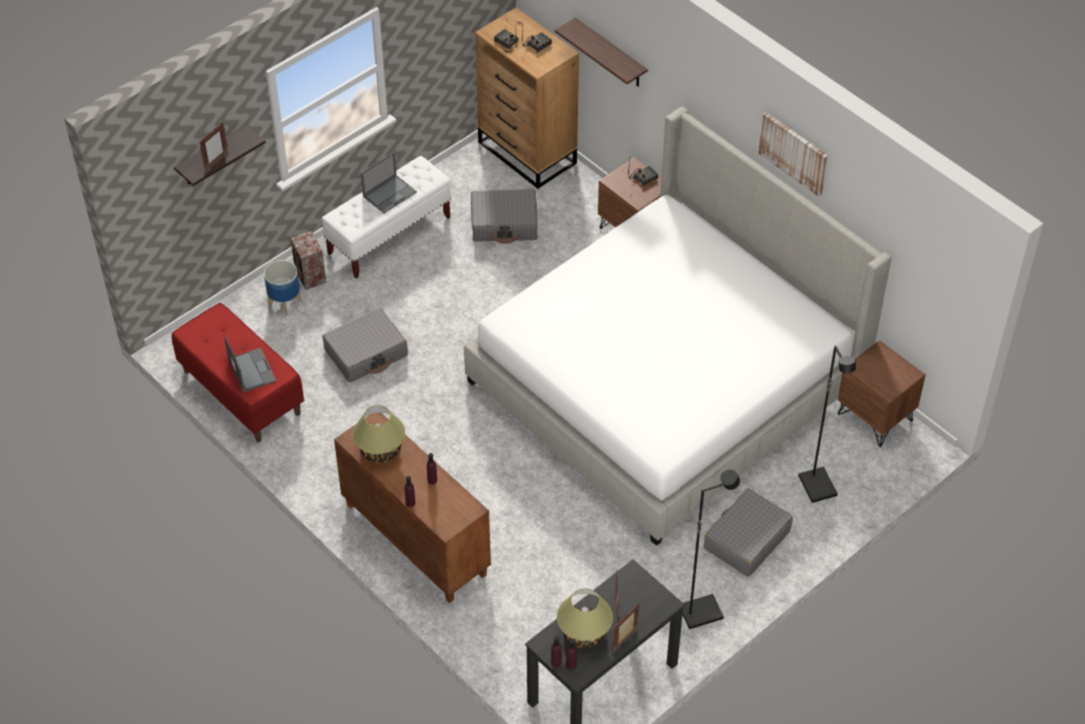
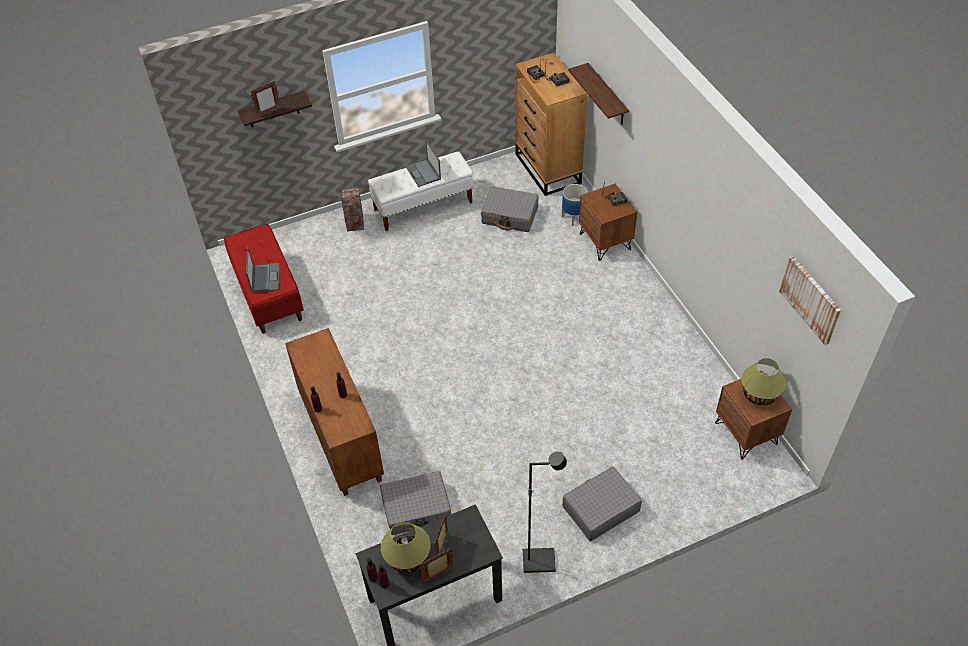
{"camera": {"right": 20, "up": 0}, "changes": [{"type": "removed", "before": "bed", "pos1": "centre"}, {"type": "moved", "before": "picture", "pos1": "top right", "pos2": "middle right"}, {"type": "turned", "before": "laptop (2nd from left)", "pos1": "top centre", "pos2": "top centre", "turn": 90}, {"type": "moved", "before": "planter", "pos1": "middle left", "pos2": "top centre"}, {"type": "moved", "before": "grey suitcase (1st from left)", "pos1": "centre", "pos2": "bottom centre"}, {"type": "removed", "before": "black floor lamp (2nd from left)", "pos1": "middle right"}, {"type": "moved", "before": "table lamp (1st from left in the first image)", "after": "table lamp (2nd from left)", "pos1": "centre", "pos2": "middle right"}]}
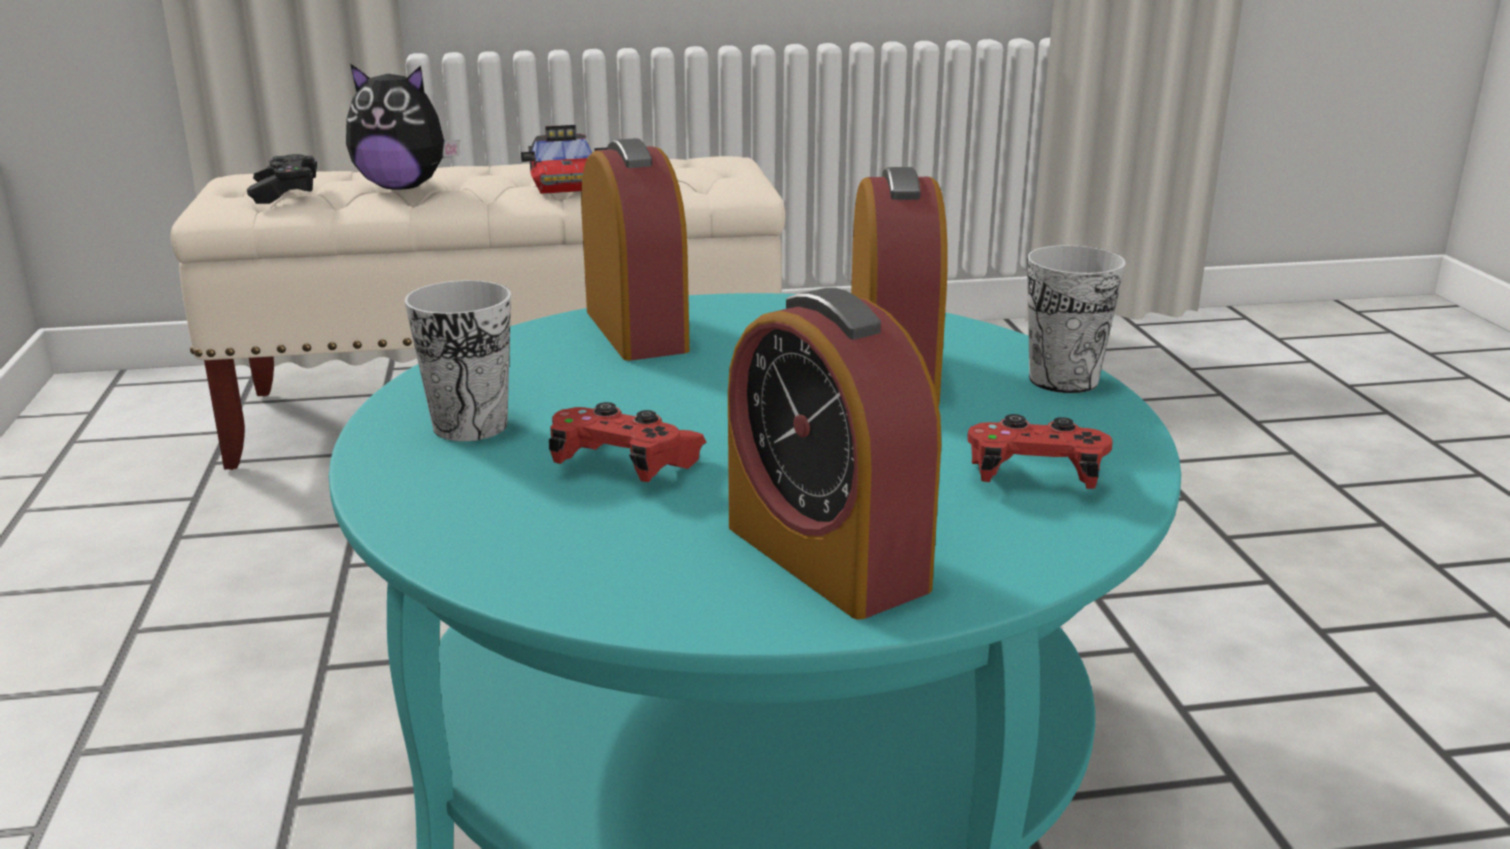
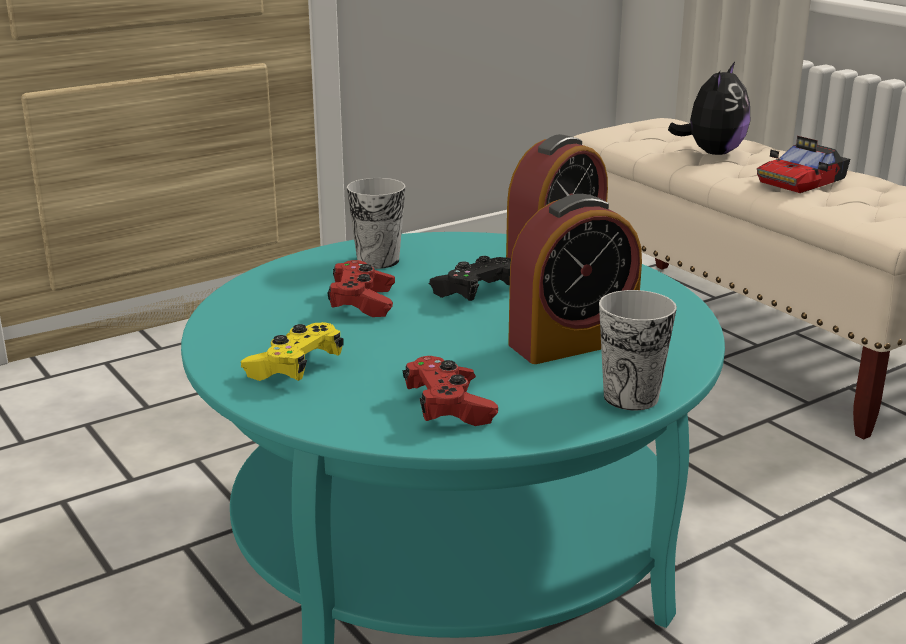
{"camera": {"right": 65, "up": 0}, "changes": [{"type": "turned", "before": "plush toy", "pos1": "top left", "pos2": "top right", "turn": -135}, {"type": "moved", "before": "black game controller", "pos1": "top left", "pos2": "centre"}, {"type": "replaced", "before": "alarm clock (2nd from left)", "after": "yellow game controller", "pos1": "centre", "pos2": "middle left"}]}
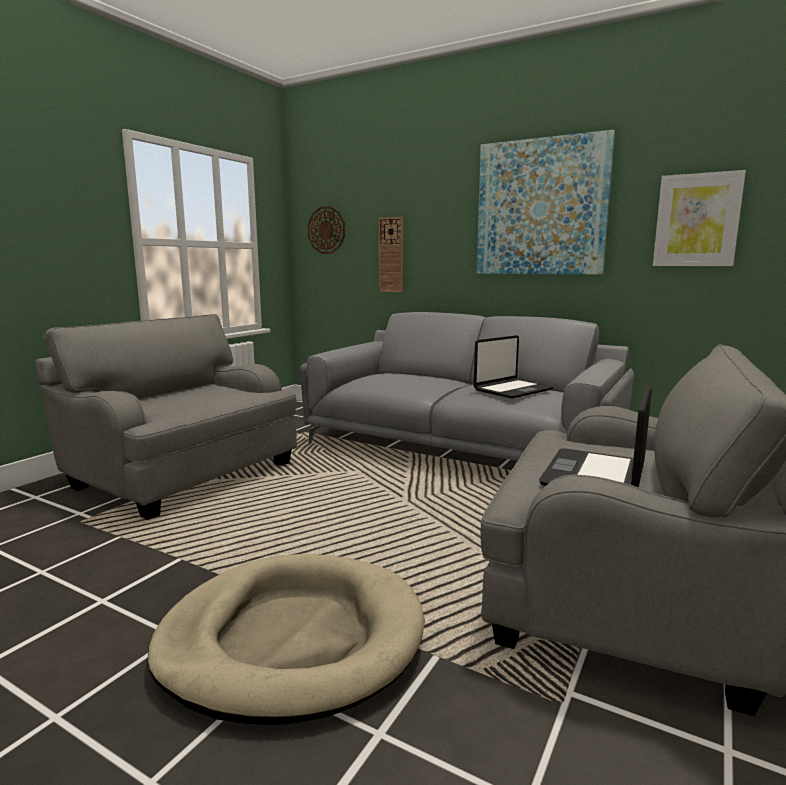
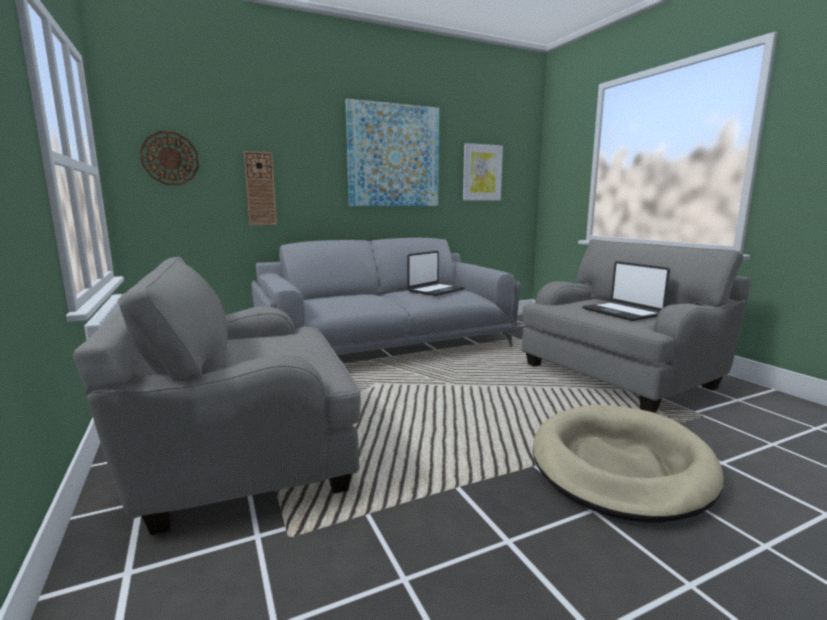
{"camera": {"right": -55, "up": 0}, "changes": [{"type": "turned", "before": "laptop (1st from left)", "pos1": "centre", "pos2": "centre", "turn": 45}]}
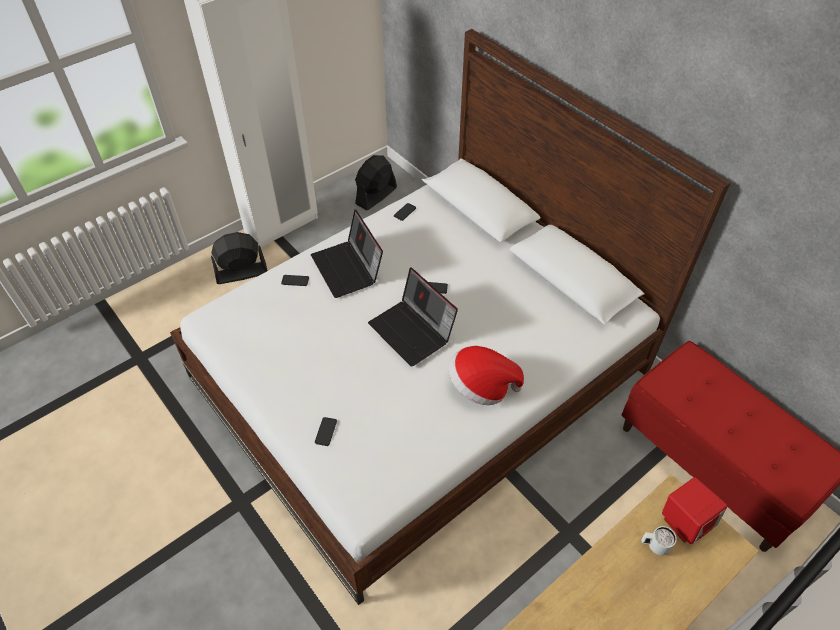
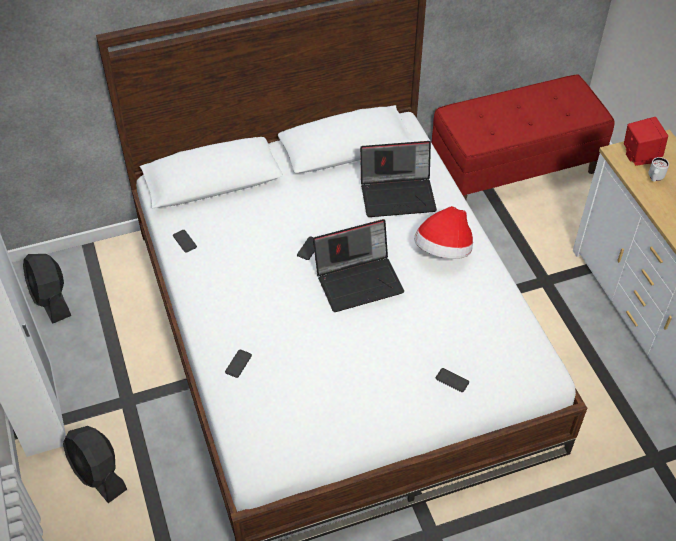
{"camera": {"right": -70, "up": 0}, "changes": [{"type": "moved", "before": "laptop (1st from left in the first image)", "after": "laptop (2nd from left)", "pos1": "centre", "pos2": "top centre"}, {"type": "turned", "before": "black fan (1st from left in the first image)", "pos1": "middle left", "pos2": "bottom left", "turn": -45}]}
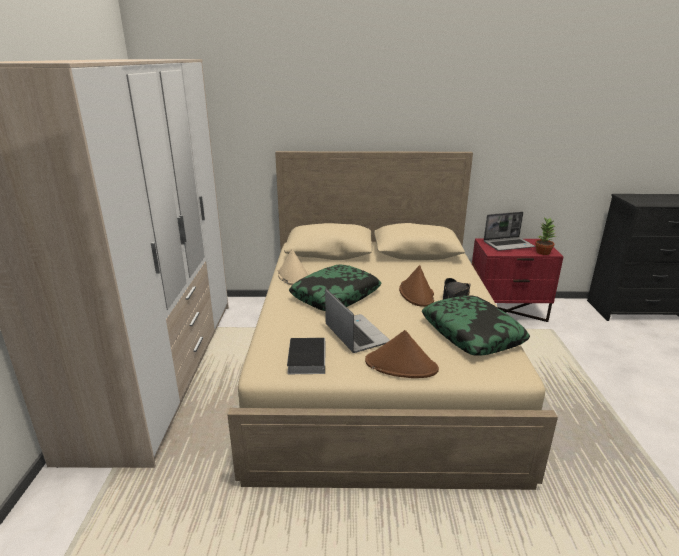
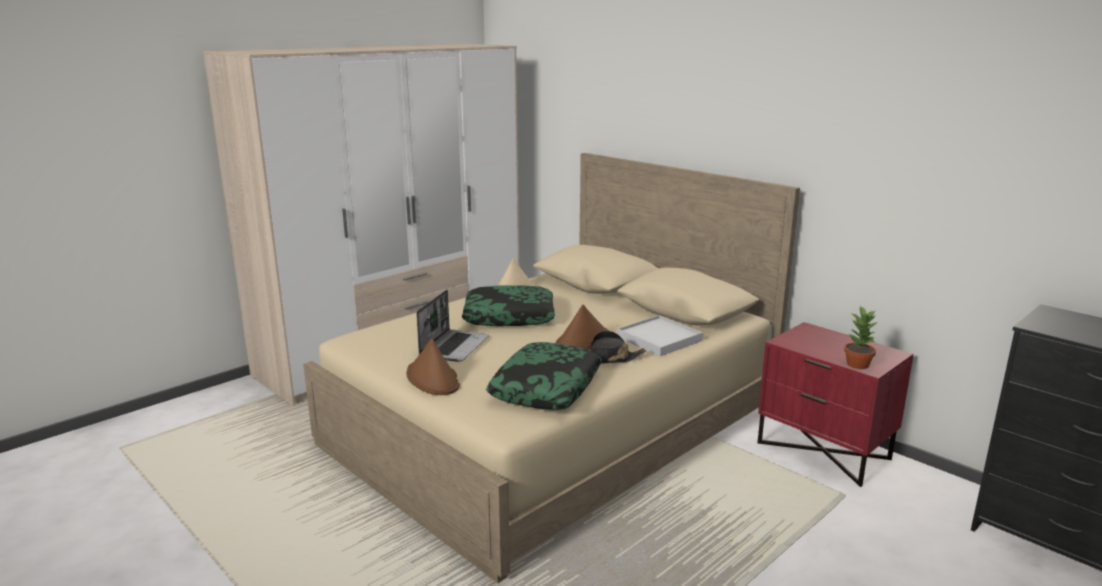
{"camera": {"right": 45, "up": -5}, "changes": [{"type": "removed", "before": "laptop (2nd from left)", "pos1": "middle right"}, {"type": "removed", "before": "book", "pos1": "centre"}, {"type": "added", "after": "white tray", "pos2": "centre"}]}
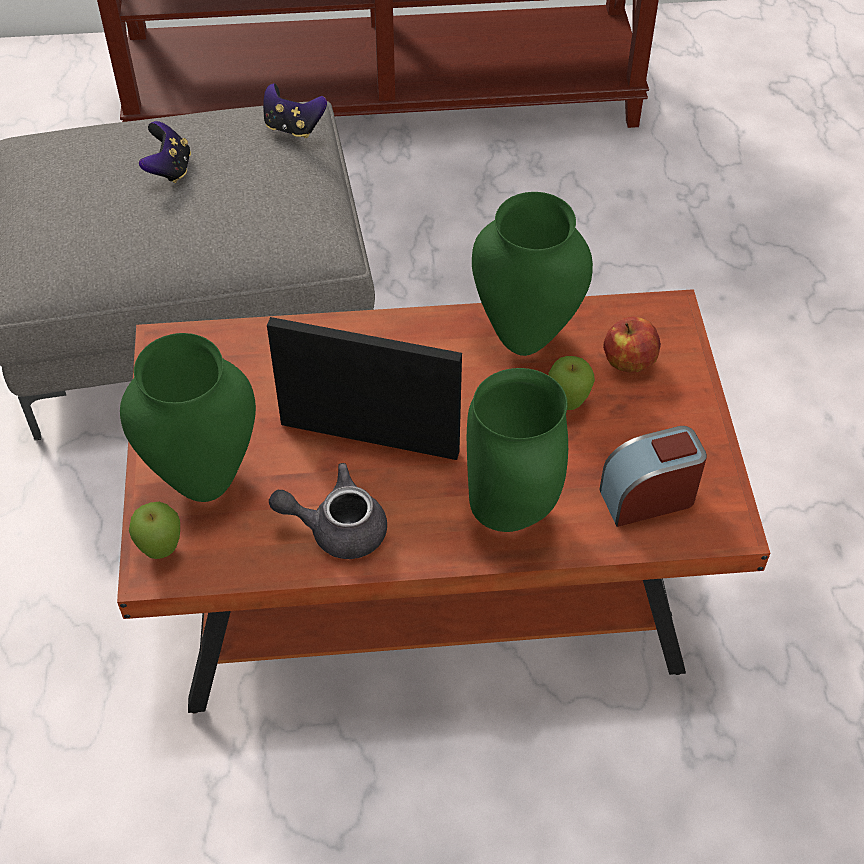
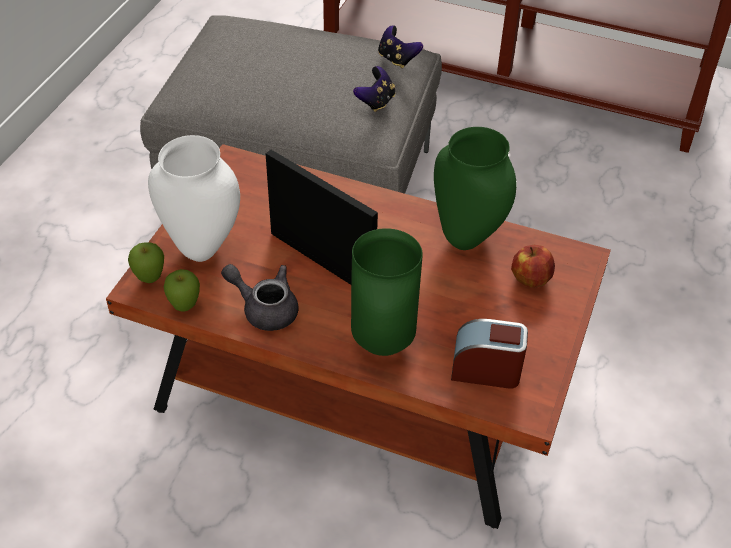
{"camera": {"right": 25, "up": -5}, "changes": [{"type": "moved", "before": "game controller (1st from left)", "pos1": "top left", "pos2": "top centre"}, {"type": "recoloured", "before": "green vase (1st from left)", "after": "white vase", "pos1": "middle left", "pos2": "middle left"}, {"type": "moved", "before": "apple (2nd from left)", "pos1": "centre", "pos2": "middle left"}]}
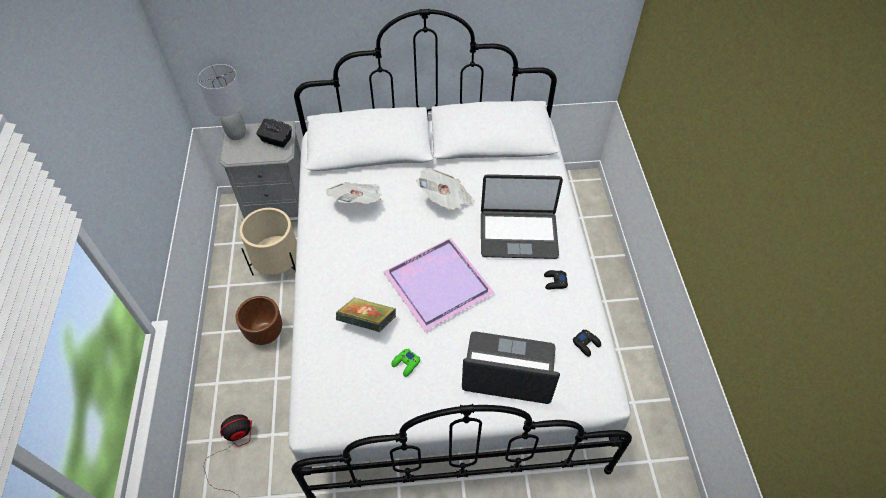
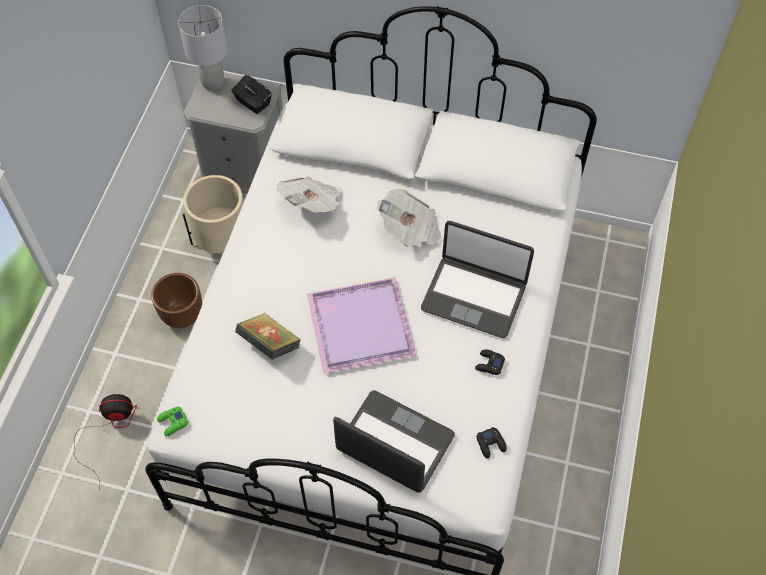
{"camera": {"right": 20, "up": 5}, "changes": [{"type": "moved", "before": "green game controller", "pos1": "bottom centre", "pos2": "bottom left"}]}
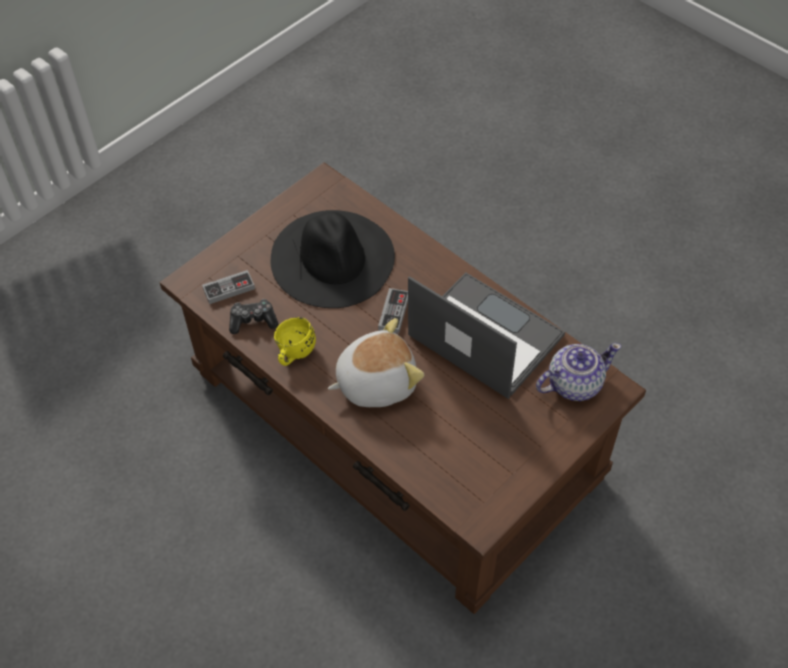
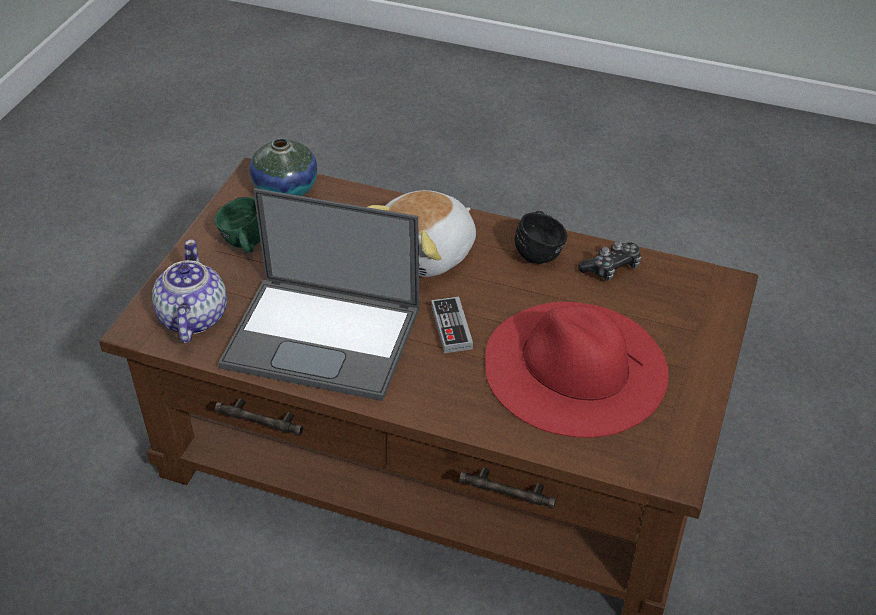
{"camera": {"right": 155, "up": -10}, "changes": [{"type": "recoloured", "before": "black hat", "after": "red hat", "pos1": "centre", "pos2": "centre"}, {"type": "removed", "before": "game controller (1st from left)", "pos1": "middle left"}, {"type": "recoloured", "before": "yellow mug", "after": "black mug", "pos1": "centre", "pos2": "centre"}, {"type": "turned", "before": "teapot", "pos1": "middle right", "pos2": "middle left", "turn": 135}, {"type": "added", "after": "vase", "pos2": "top left"}, {"type": "added", "after": "green mug", "pos2": "middle left"}]}
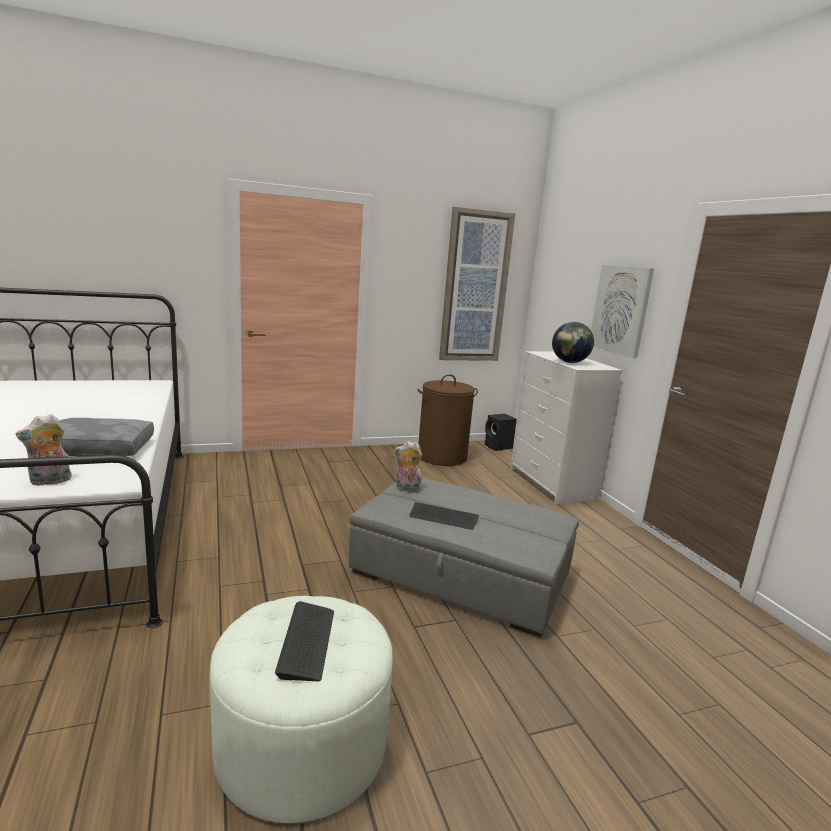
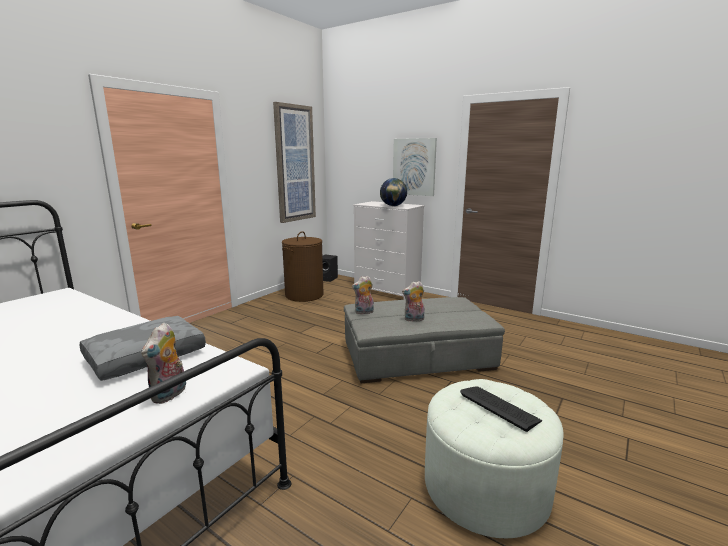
{"camera": {"right": -35, "up": 0}, "changes": [{"type": "replaced", "before": "keyboard (2nd from left)", "after": "plush toy (3rd from left)", "pos1": "centre", "pos2": "centre"}]}
